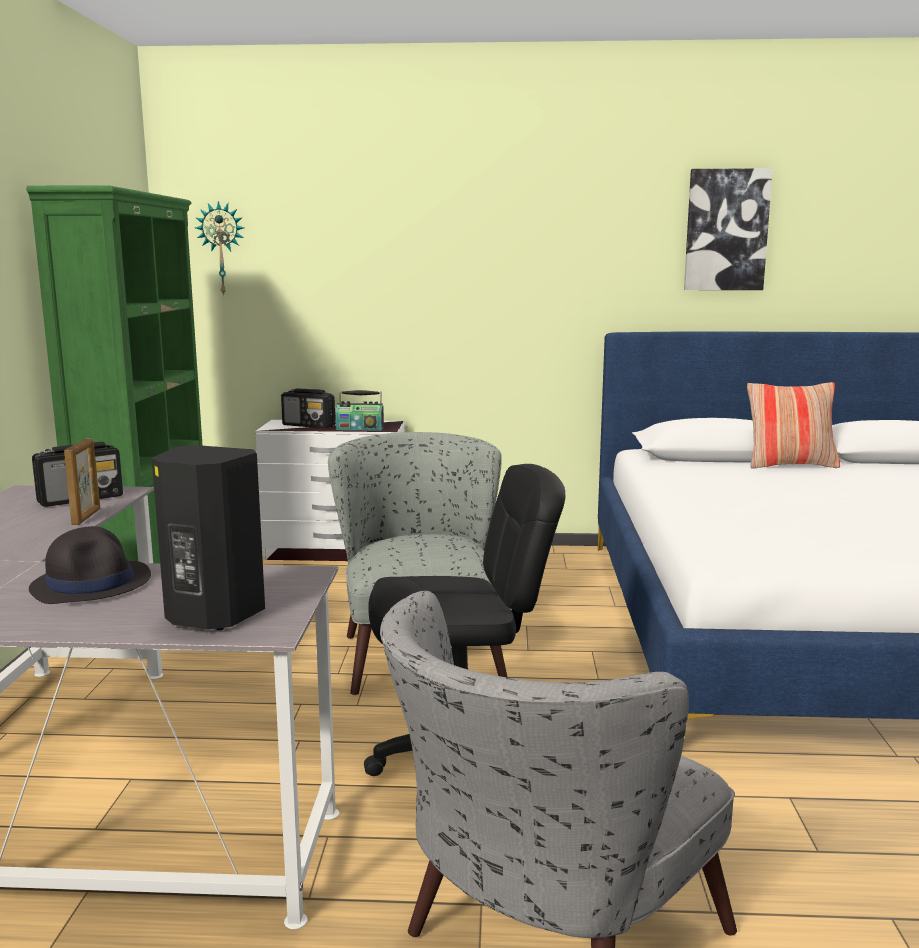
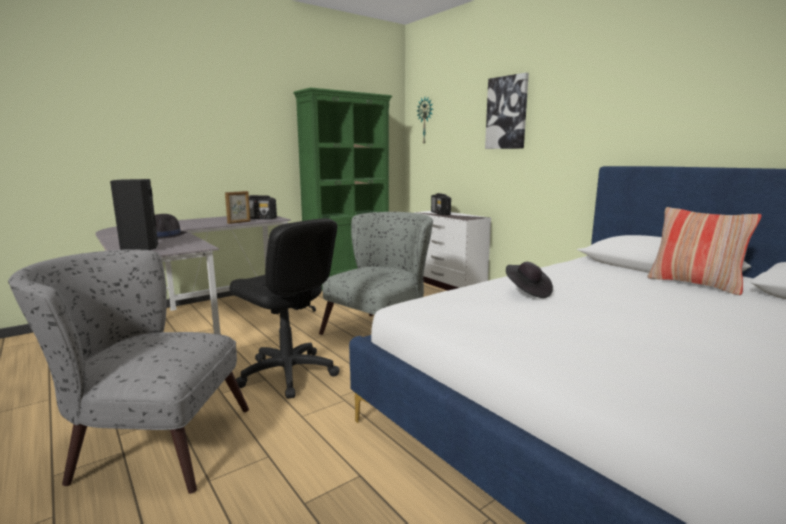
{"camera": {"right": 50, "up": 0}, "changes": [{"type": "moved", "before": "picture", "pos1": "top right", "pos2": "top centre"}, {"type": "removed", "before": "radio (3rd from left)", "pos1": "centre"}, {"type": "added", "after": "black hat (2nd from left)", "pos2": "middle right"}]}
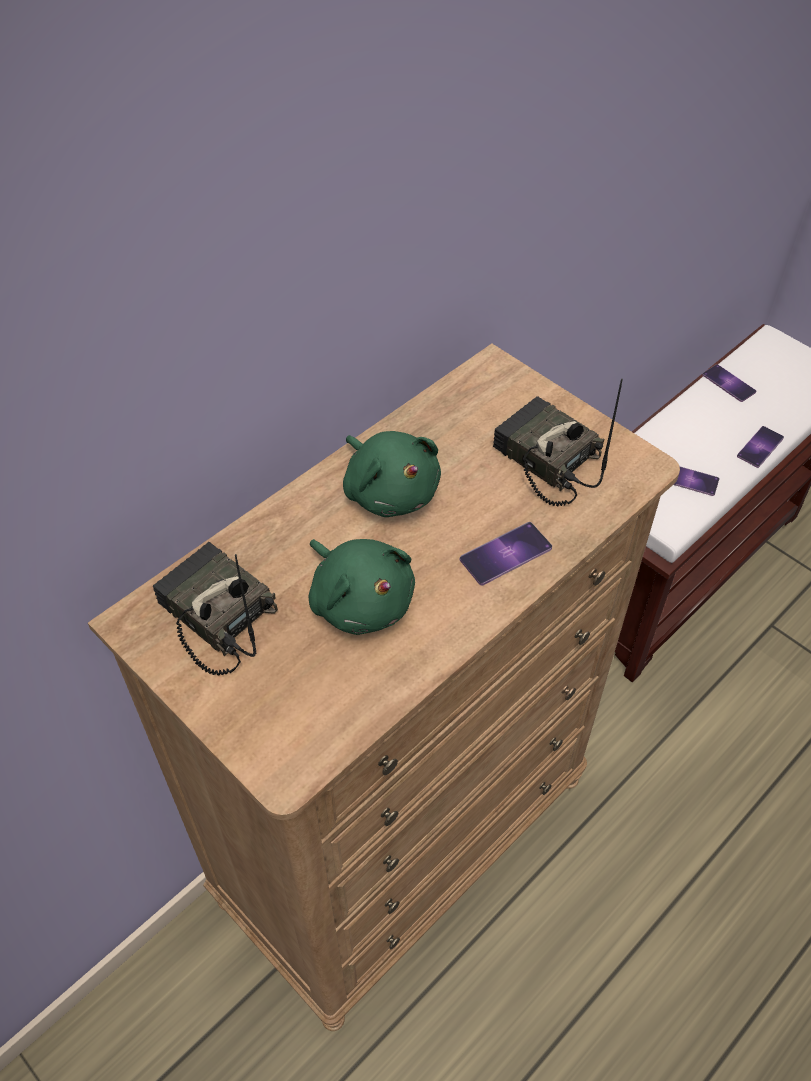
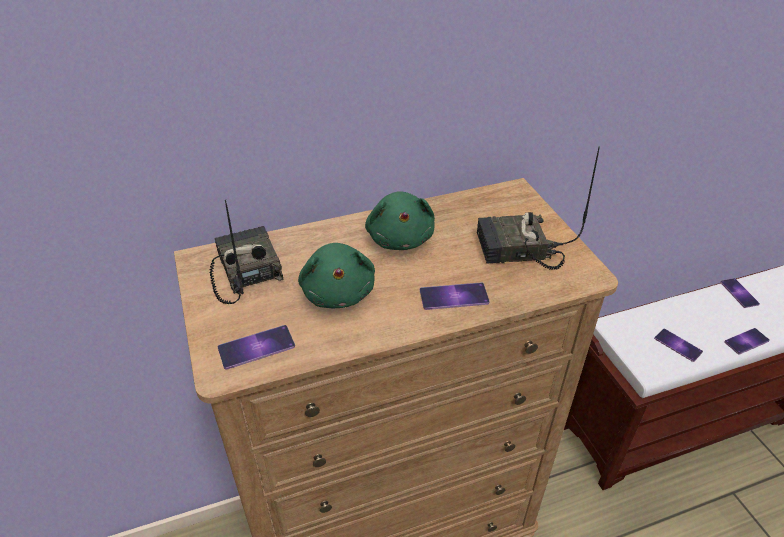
{"camera": {"right": 25, "up": -10}, "changes": [{"type": "turned", "before": "radio (2nd from left)", "pos1": "middle right", "pos2": "middle right", "turn": -75}, {"type": "added", "after": "phone (1st from left)", "pos2": "middle left"}]}
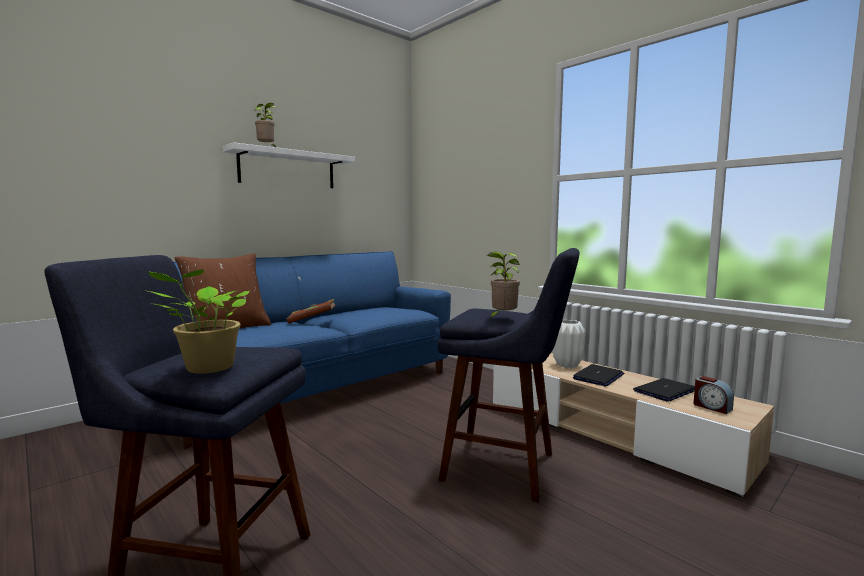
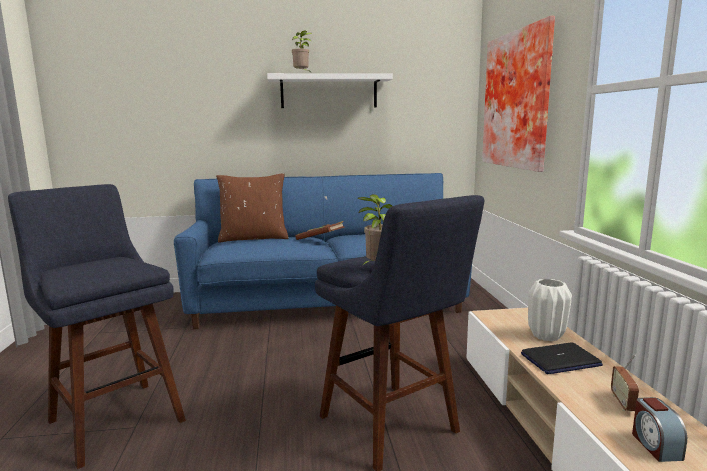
{"camera": {"right": 35, "up": 5}, "changes": [{"type": "removed", "before": "potted plant (1st from left)", "pos1": "middle left"}, {"type": "replaced", "before": "laptop (2nd from left)", "after": "radio", "pos1": "bottom right", "pos2": "bottom right"}, {"type": "added", "after": "picture", "pos2": "top right"}]}
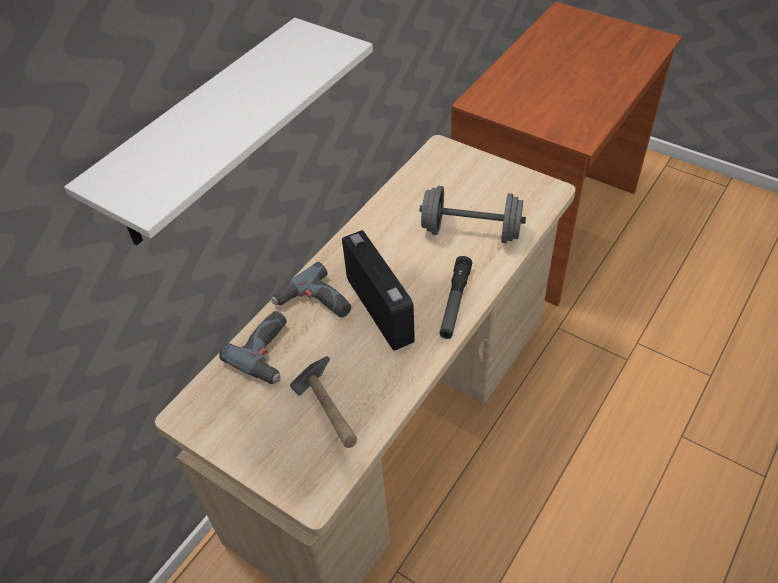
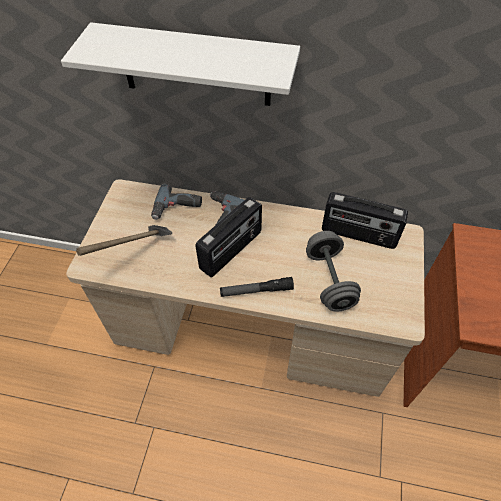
{"camera": {"right": 65, "up": 5}, "changes": [{"type": "added", "after": "radio (2nd from left)", "pos2": "middle right"}]}
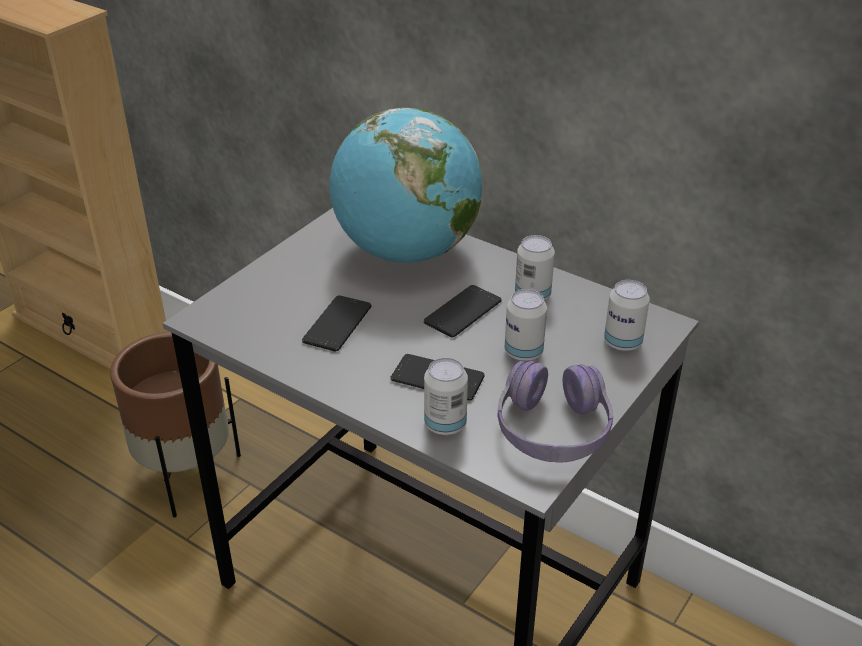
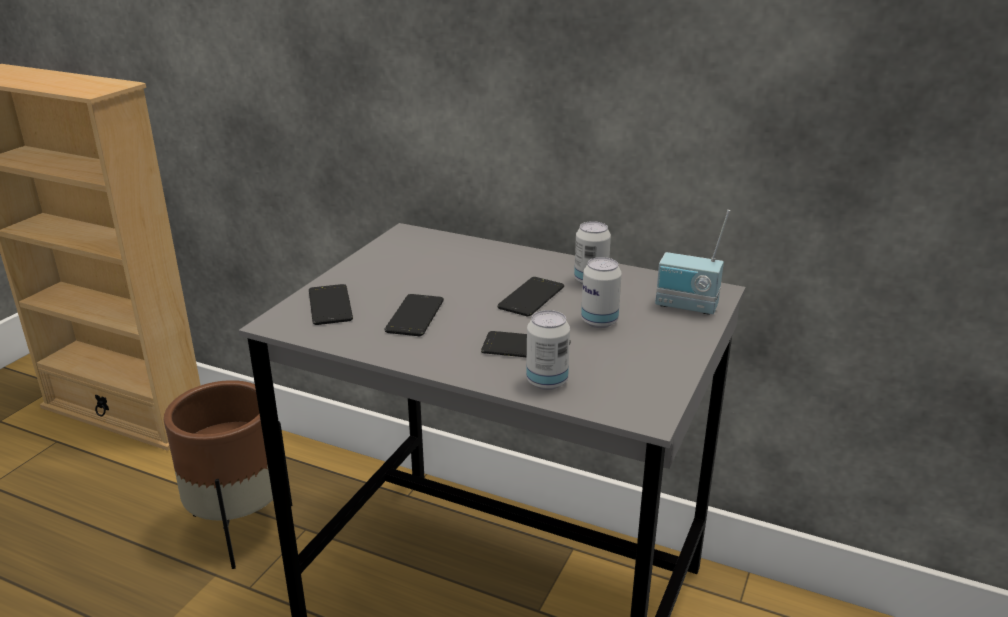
{"camera": {"right": -10, "up": -10}, "changes": [{"type": "removed", "before": "globe", "pos1": "top centre"}, {"type": "replaced", "before": "can (4th from left)", "after": "radio", "pos1": "middle right", "pos2": "middle right"}, {"type": "removed", "before": "purple headphones", "pos1": "centre"}, {"type": "added", "after": "phone (1st from left)", "pos2": "middle left"}]}
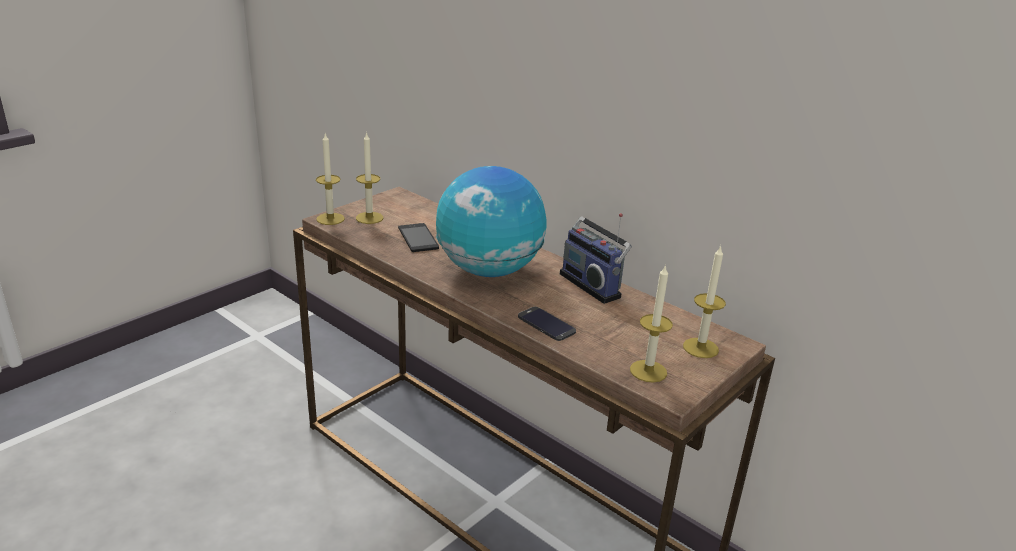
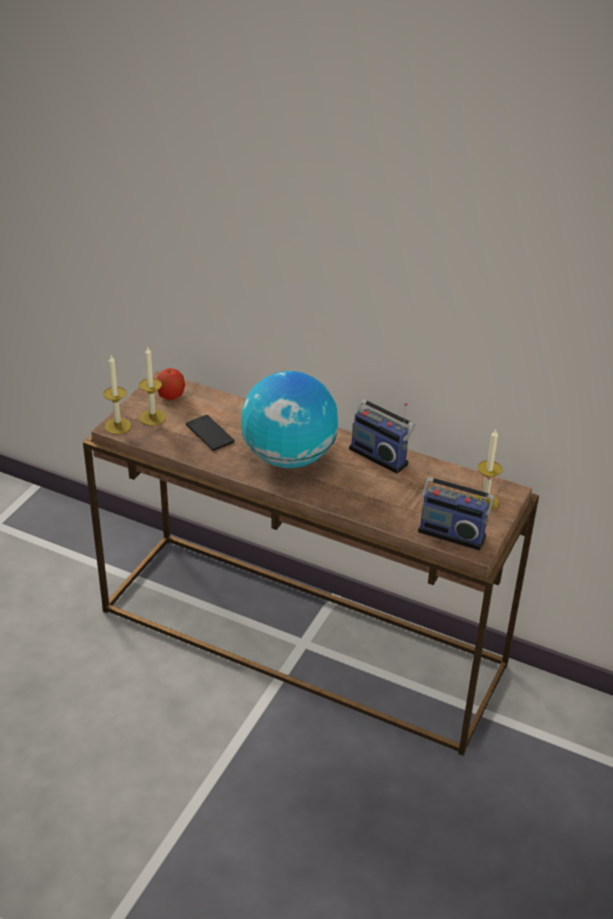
{"camera": {"right": -15, "up": 10}, "changes": [{"type": "replaced", "before": "candle (3rd from left)", "after": "radio (2nd from left)", "pos1": "centre", "pos2": "middle right"}, {"type": "removed", "before": "phone (2nd from left)", "pos1": "centre"}, {"type": "added", "after": "apple", "pos2": "middle left"}]}
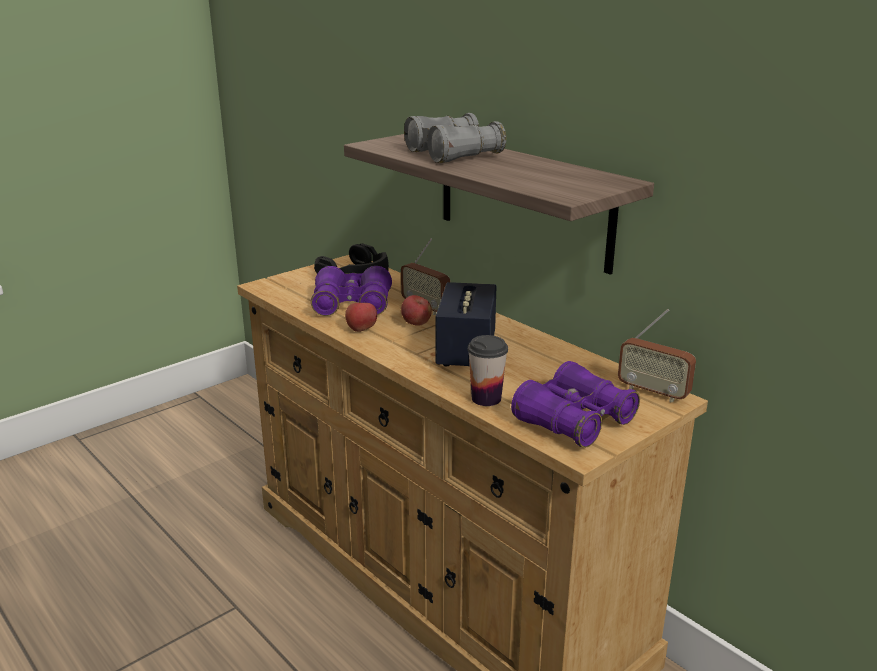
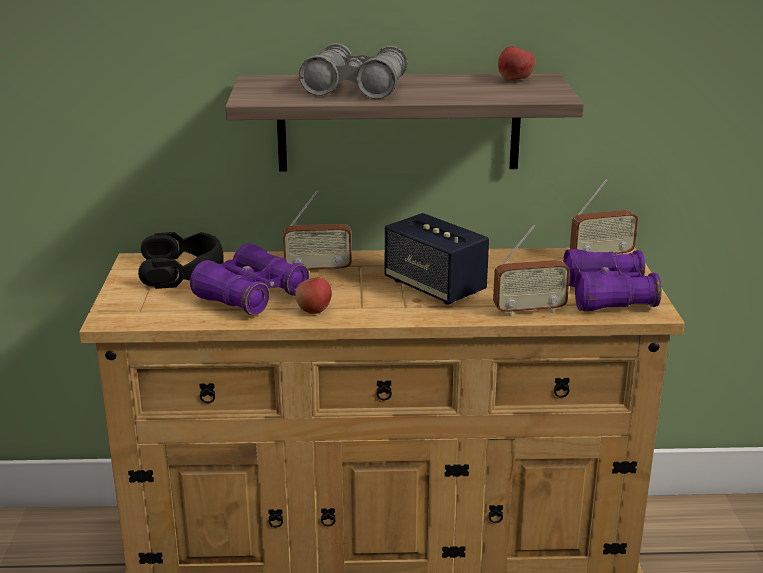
{"camera": {"right": -50, "up": 0}, "changes": [{"type": "moved", "before": "apple (2nd from left)", "pos1": "centre", "pos2": "top right"}, {"type": "replaced", "before": "cup", "after": "radio (2nd from left)", "pos1": "centre", "pos2": "middle right"}]}
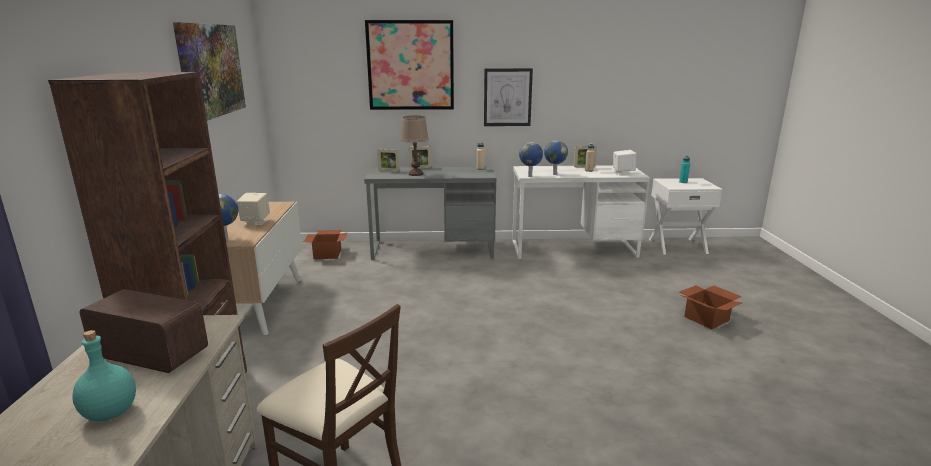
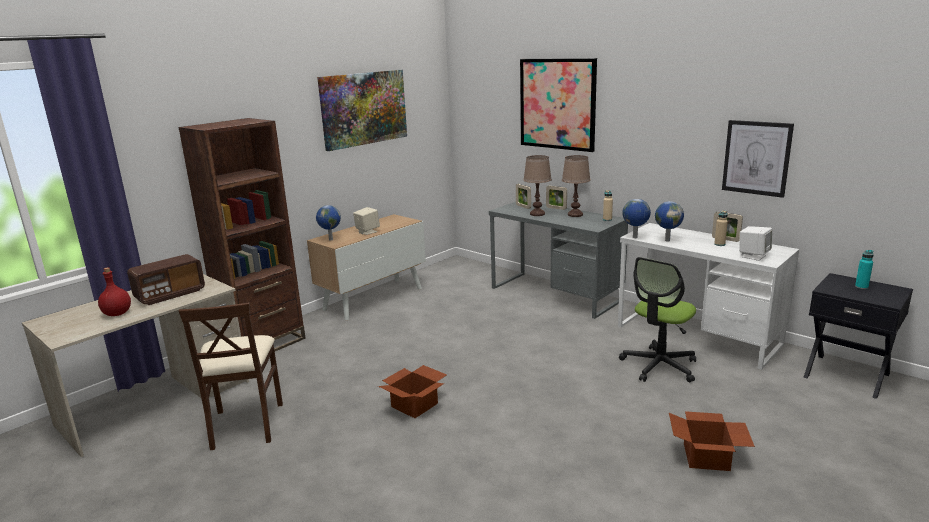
{"camera": {"right": 45, "up": 0}, "changes": [{"type": "moved", "before": "picture (3rd from left)", "pos1": "top centre", "pos2": "top right"}, {"type": "recoloured", "before": "white nightstand", "after": "black nightstand", "pos1": "middle right", "pos2": "middle right"}, {"type": "moved", "before": "cardboard box (1st from left)", "pos1": "centre", "pos2": "bottom centre"}, {"type": "turned", "before": "radio", "pos1": "bottom left", "pos2": "middle left", "turn": 75}, {"type": "recoloured", "before": "turquoise bottle (1st from left)", "after": "red bottle", "pos1": "bottom left", "pos2": "middle left"}, {"type": "added", "after": "brown table lamp (2nd from left)", "pos2": "centre"}, {"type": "added", "after": "office chair", "pos2": "middle right"}]}
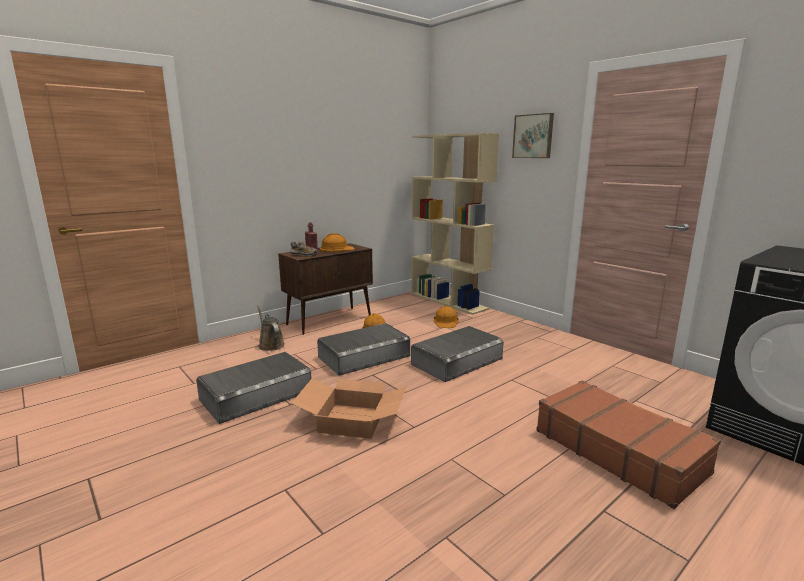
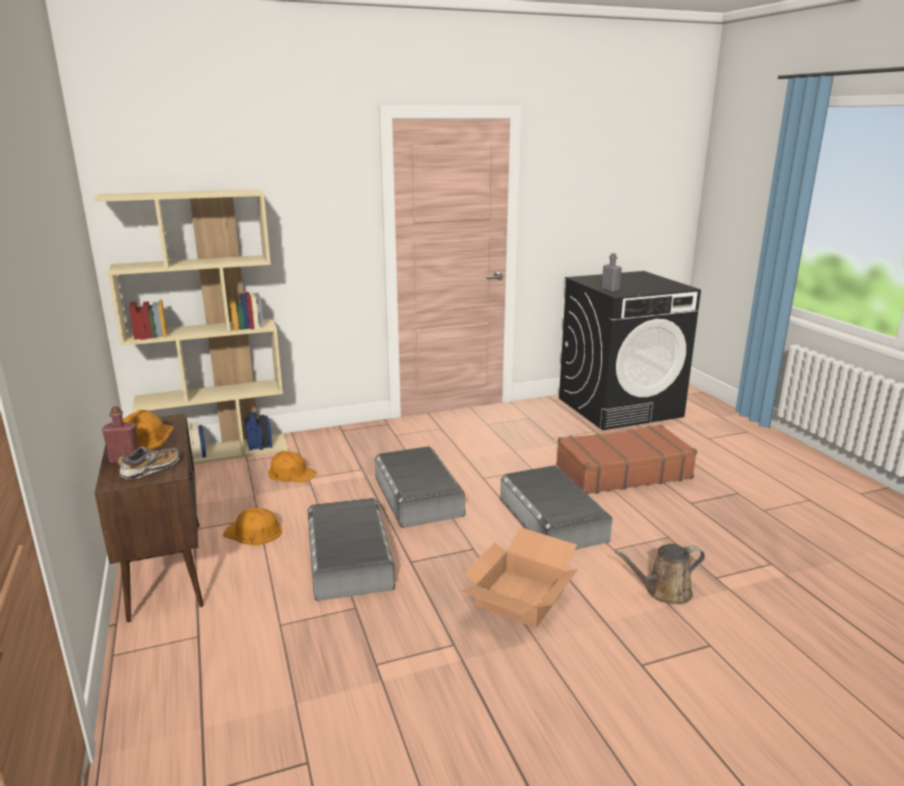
{"camera": {"right": -70, "up": 5}, "changes": [{"type": "removed", "before": "picture", "pos1": "top centre"}, {"type": "moved", "before": "brown watering can", "pos1": "centre", "pos2": "bottom right"}, {"type": "moved", "before": "grey storage box (1st from left in the first image)", "after": "grey storage box (3rd from left)", "pos1": "bottom left", "pos2": "centre"}, {"type": "added", "after": "grey bottle", "pos2": "middle right"}]}
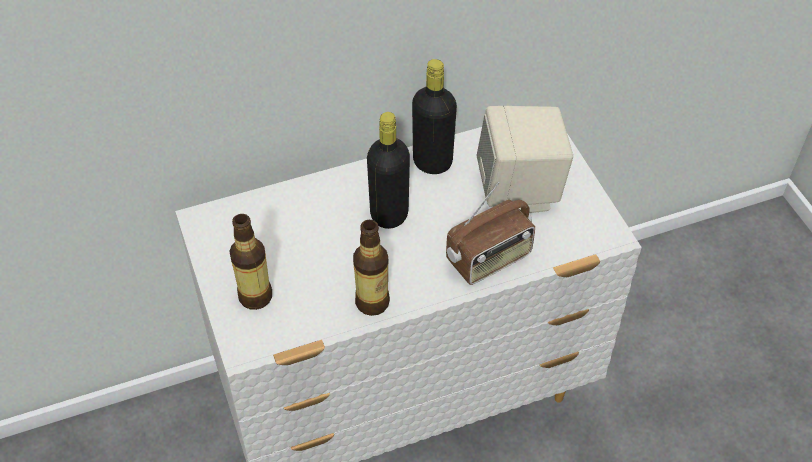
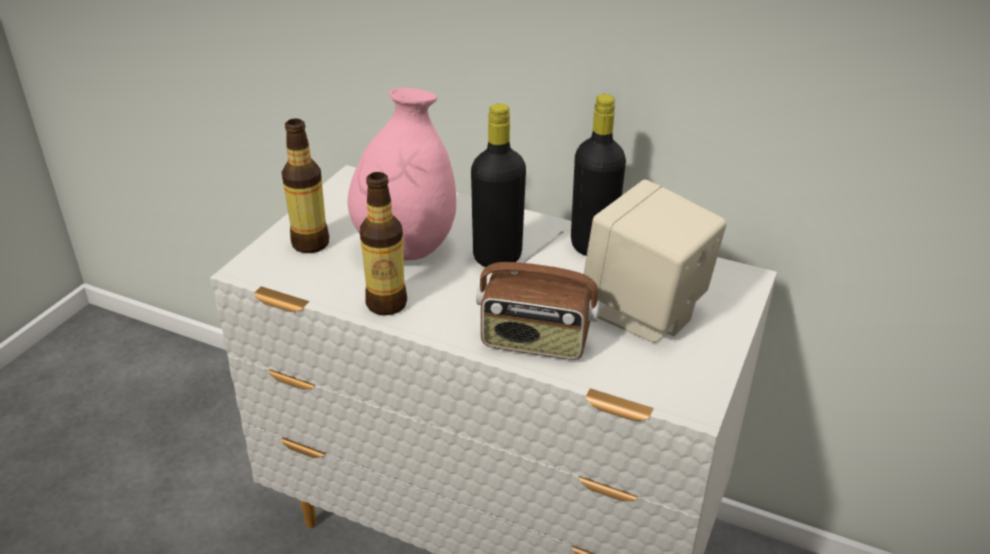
{"camera": {"right": 45, "up": -15}, "changes": [{"type": "added", "after": "pink vase", "pos2": "top centre"}]}
